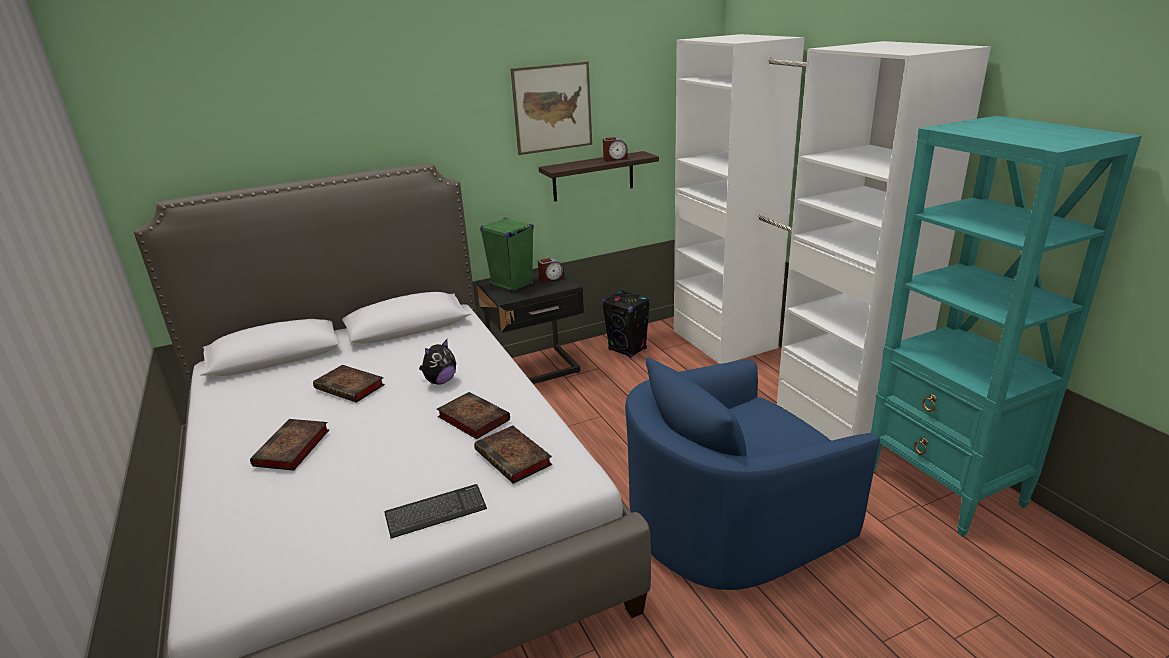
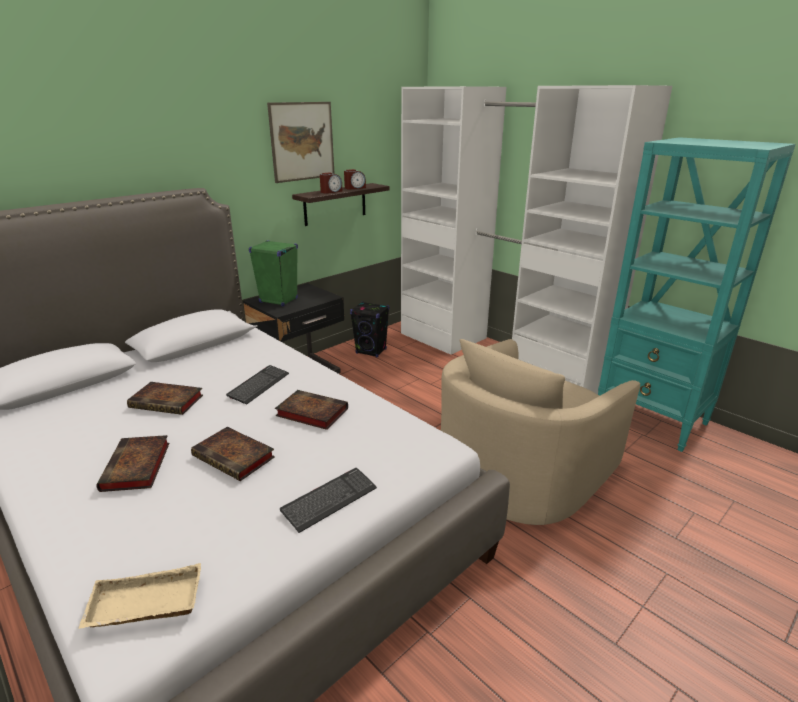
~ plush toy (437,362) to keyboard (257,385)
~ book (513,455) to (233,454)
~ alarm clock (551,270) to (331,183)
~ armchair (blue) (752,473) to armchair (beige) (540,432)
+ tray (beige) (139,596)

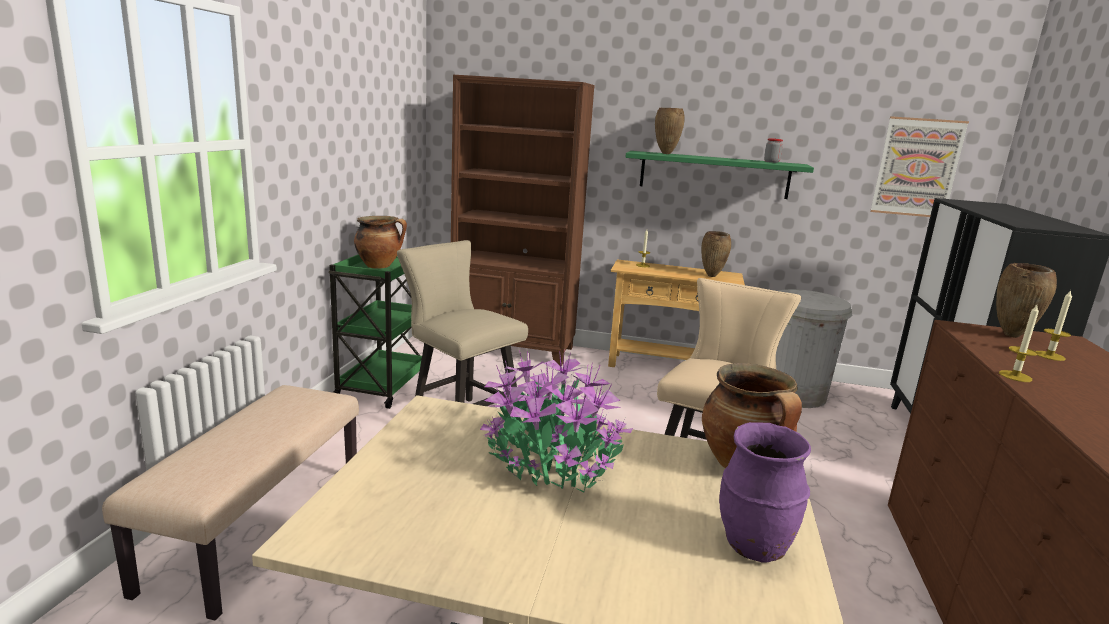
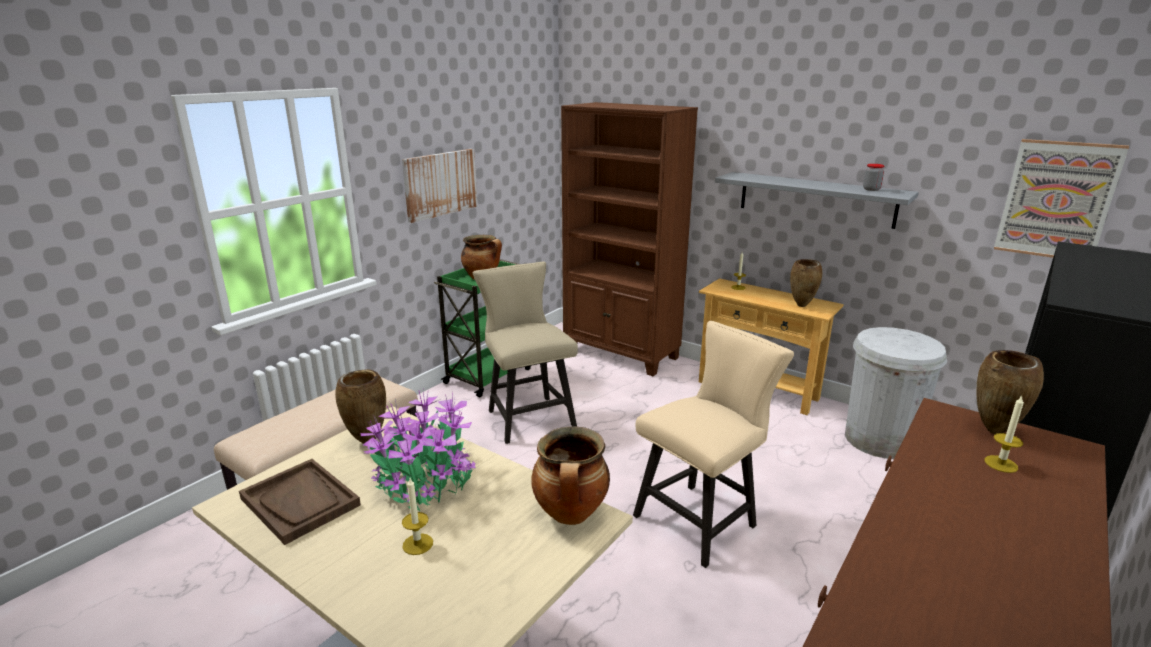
~ shelf (green) (719,175) to shelf (grey) (817,200)
~ vase (brown) (670,131) to (360,406)
- vase (purple) (765,492)
~ candle (1019,342) to (417,516)
+ tray (brown) (300,502)
+ picture (440,186)

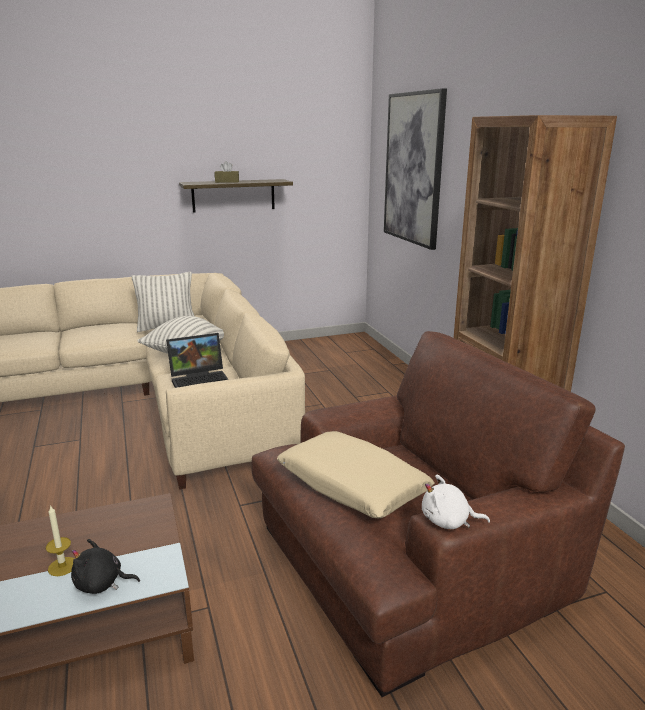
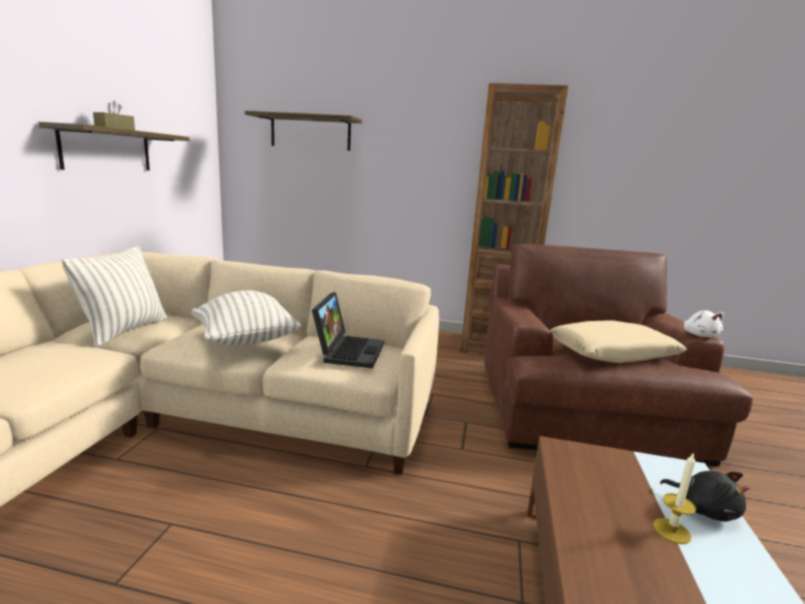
~ plush toy (black) (105,566) = (704,496) 75 degrees counterclockwise
~ picture (415,169) to shelf (303,131)
~ plush toy (white) (456,501) = (703,323) 45 degrees counterclockwise

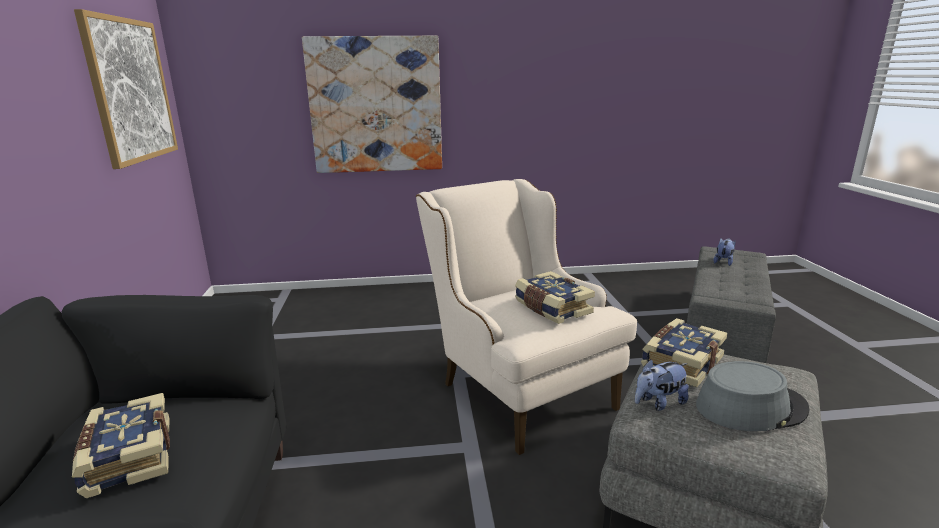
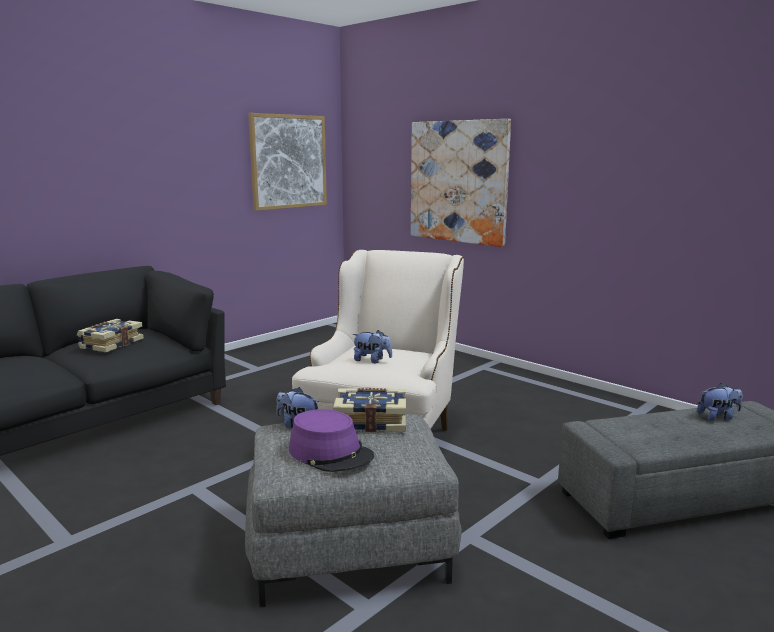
~ book (555,297) to plush toy (372,347)
~ hat (grey) (752,396) to hat (purple) (331,440)

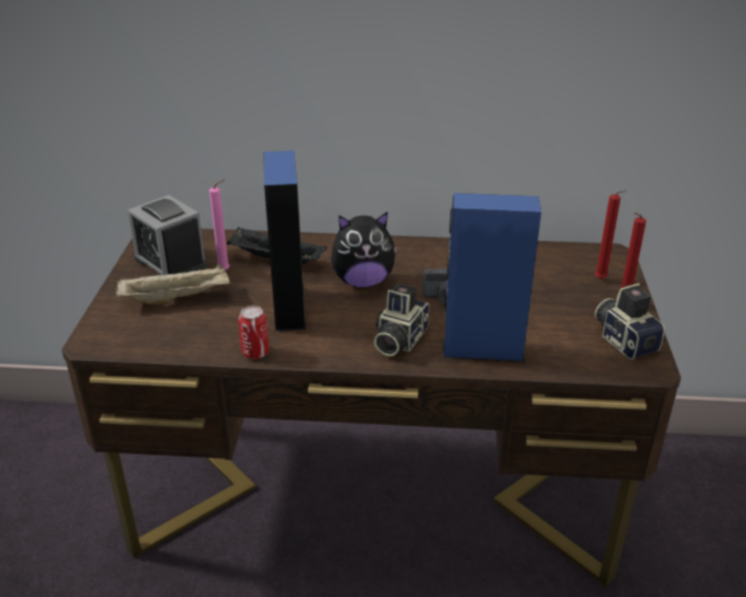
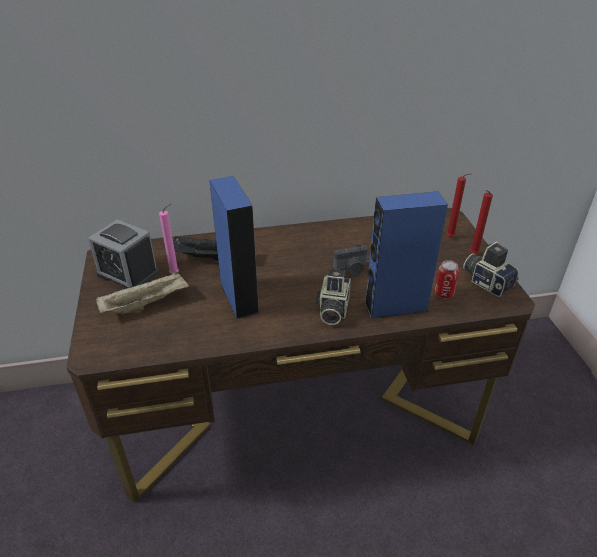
~ can (253,332) to (446,279)
- plush toy (364,250)

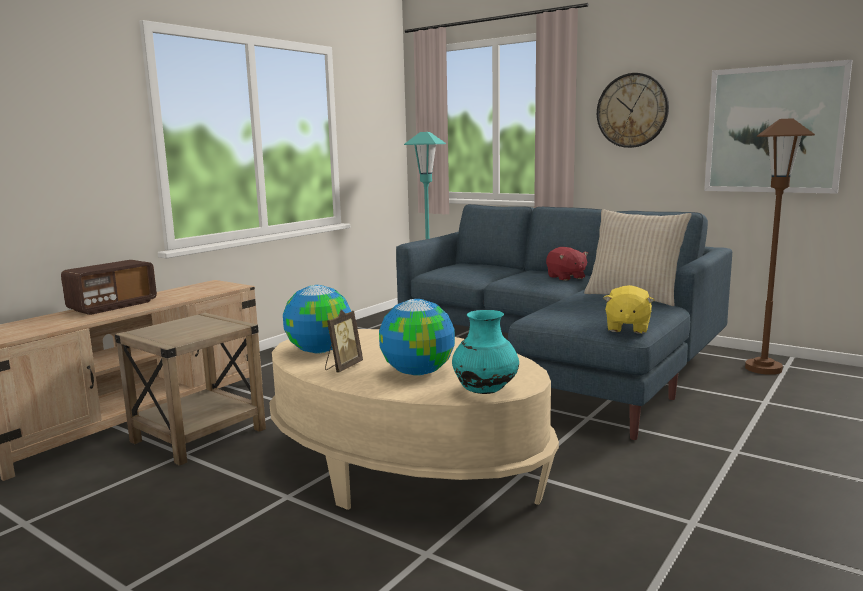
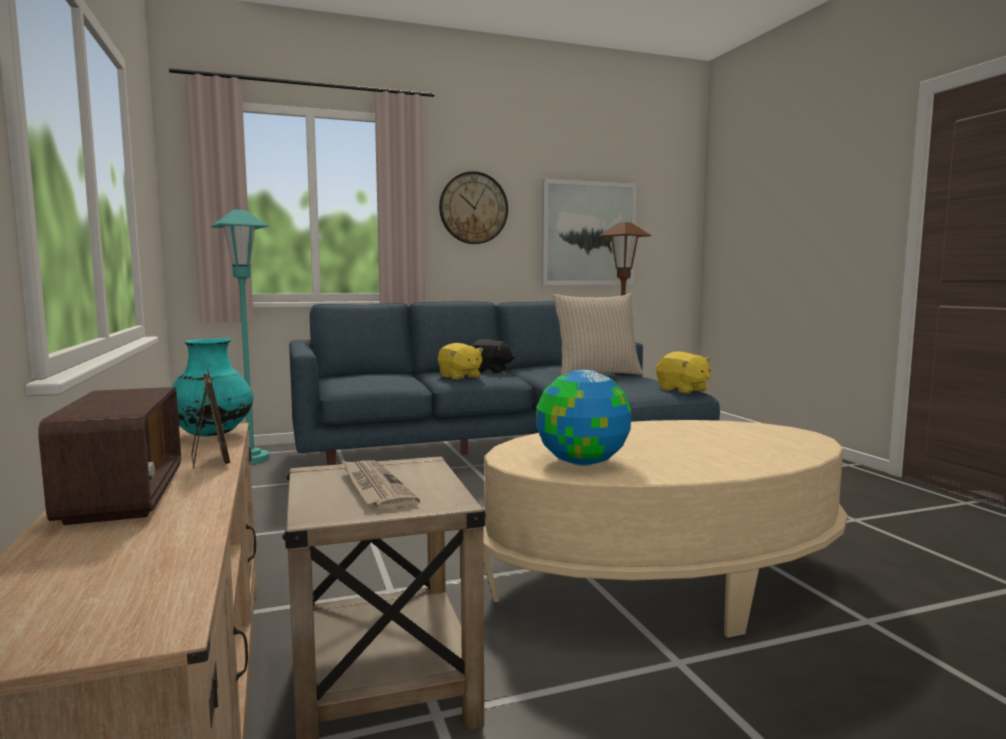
~ picture frame (344,341) to (211,419)
- globe (417,337)
~ vase (turquoise) (485,352) to (213,387)
~ plush toy (red) (567,264) to plush toy (black) (493,356)
+ newspaper (381,485)
+ plush toy (yellow) (461,361)

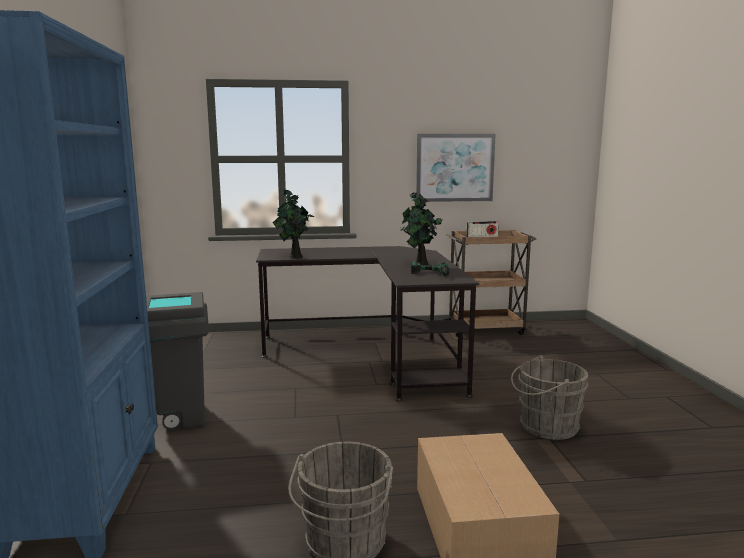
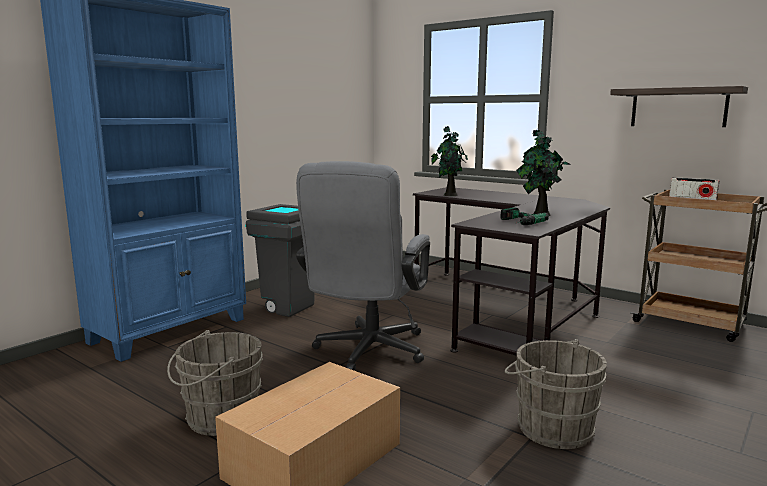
~ picture (456,168) to shelf (679,106)
+ office chair (grey) (363,266)

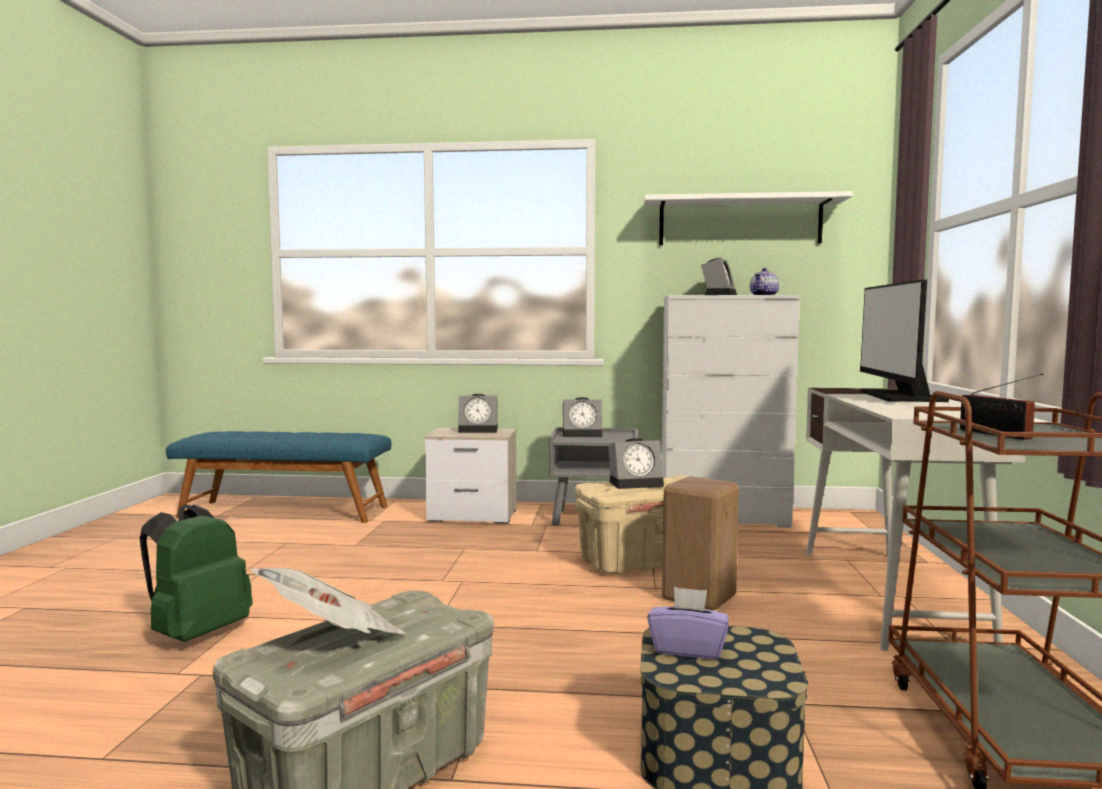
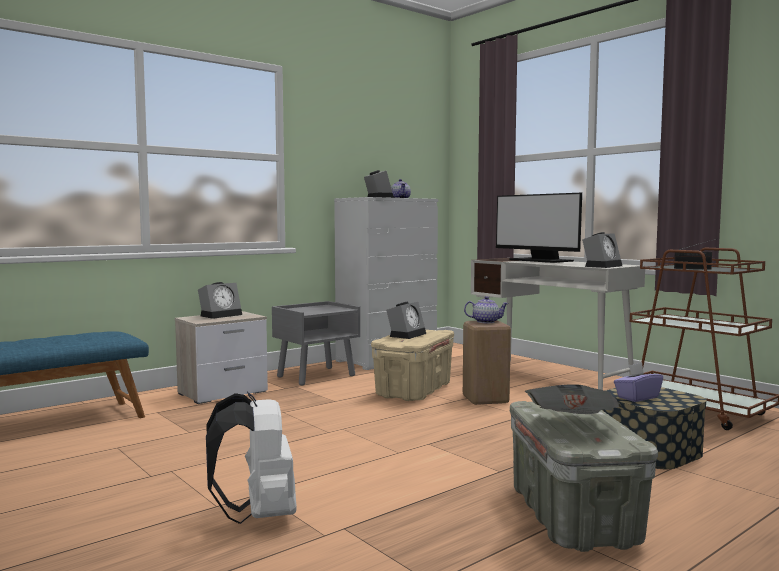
~ backpack (green) (196,573) to backpack (white) (251,458)
~ alarm clock (582,417) to (602,250)
- shelf (white) (748,218)
+ teapot (486,309)

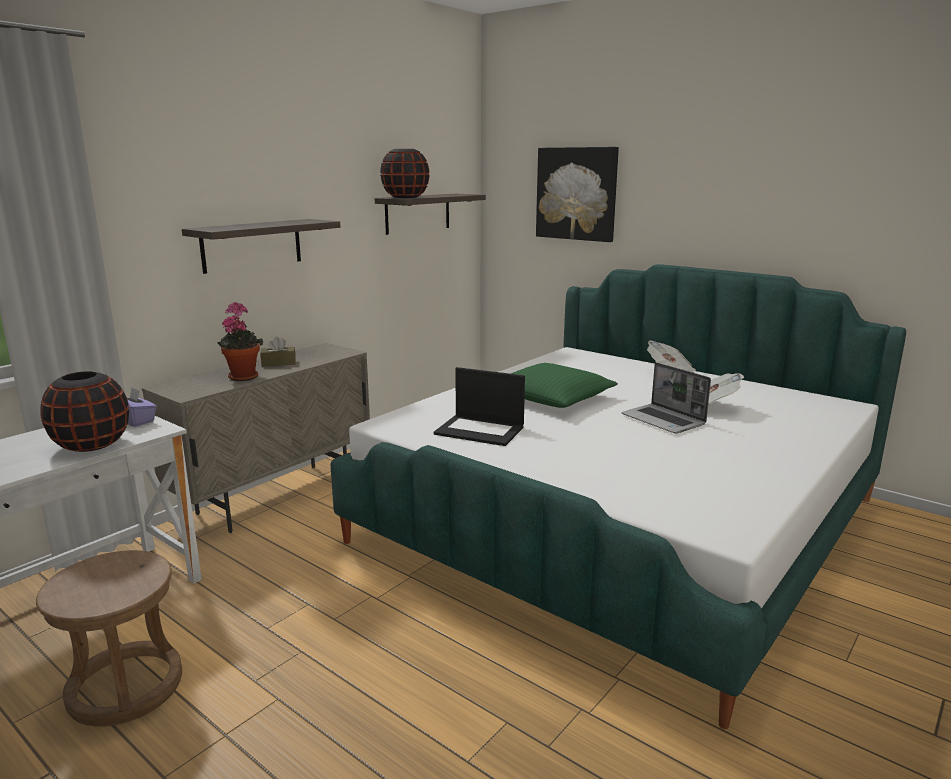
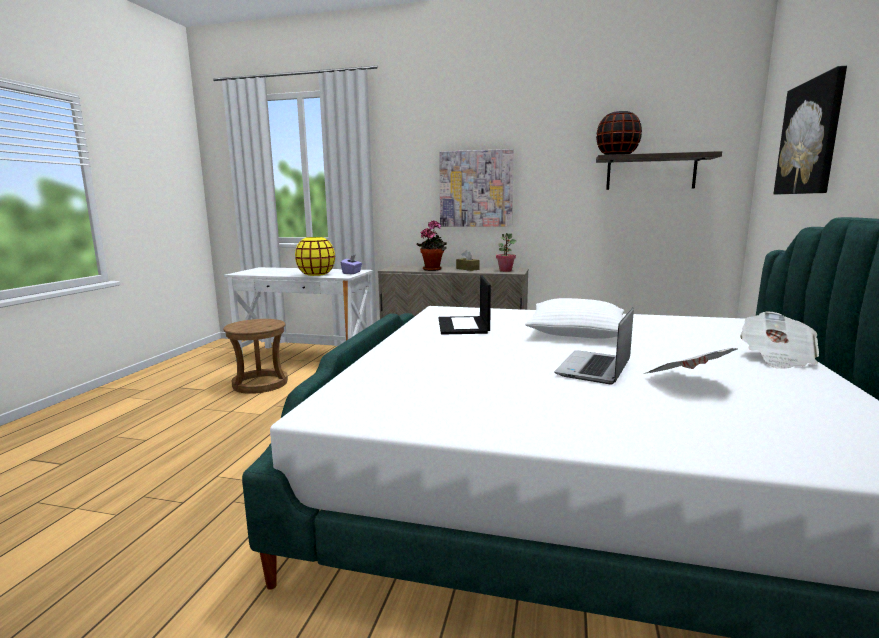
~ vase (black) (84,411) to vase (yellow) (315,256)
~ shelf (261,246) to picture (476,188)
~ pillow (green) (564,385) to pillow (white) (575,318)
+ potted plant (506,252)

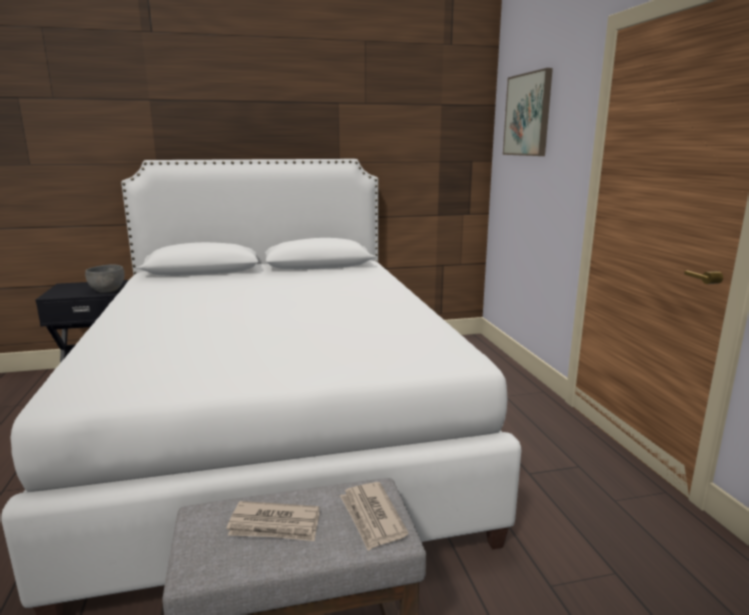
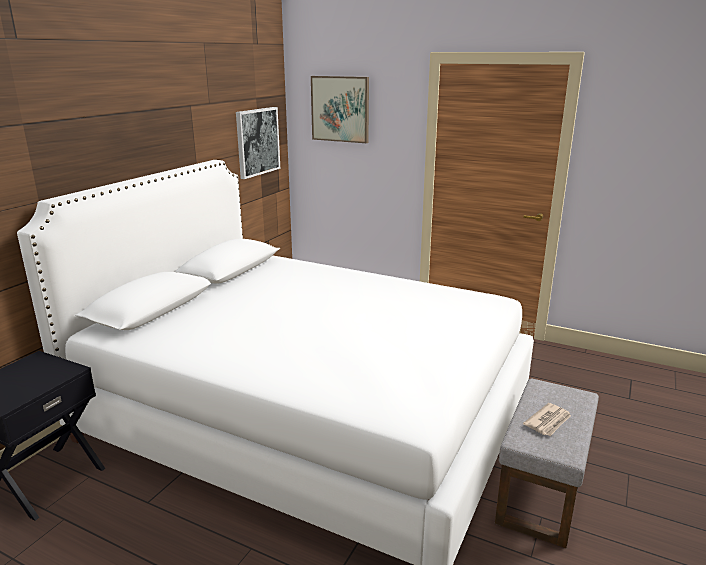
- bowl (grey) (104,278)
- newspaper (374,516)
+ picture (258,143)

